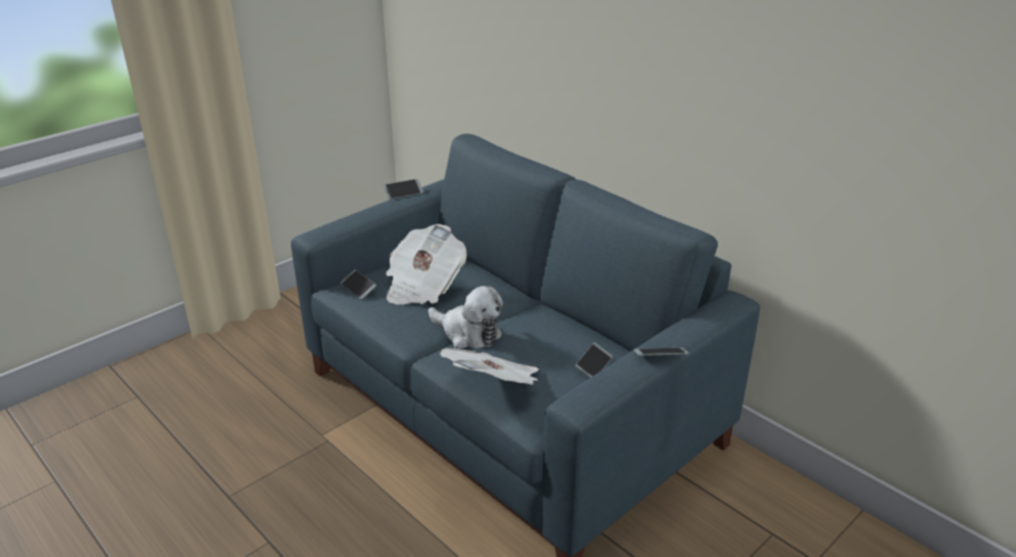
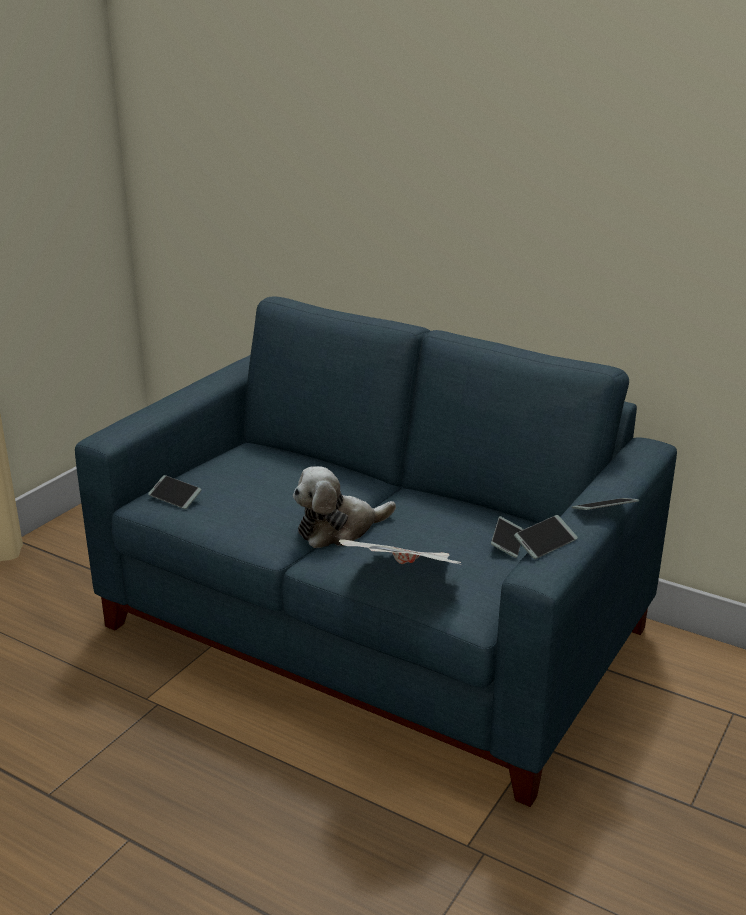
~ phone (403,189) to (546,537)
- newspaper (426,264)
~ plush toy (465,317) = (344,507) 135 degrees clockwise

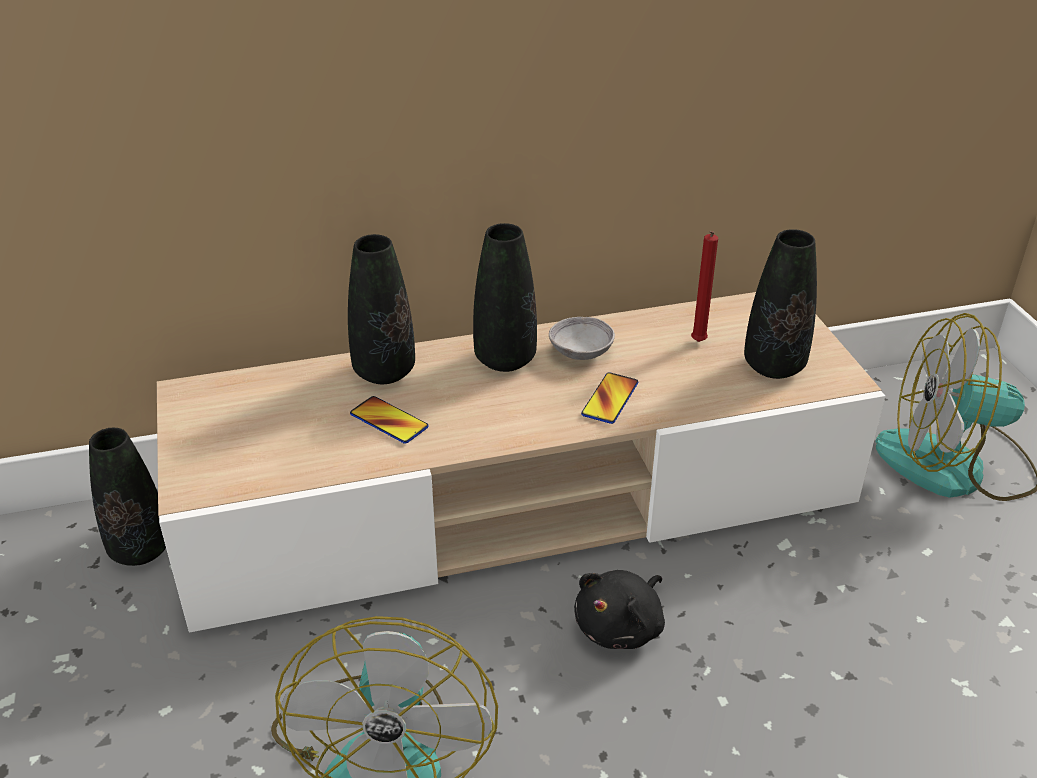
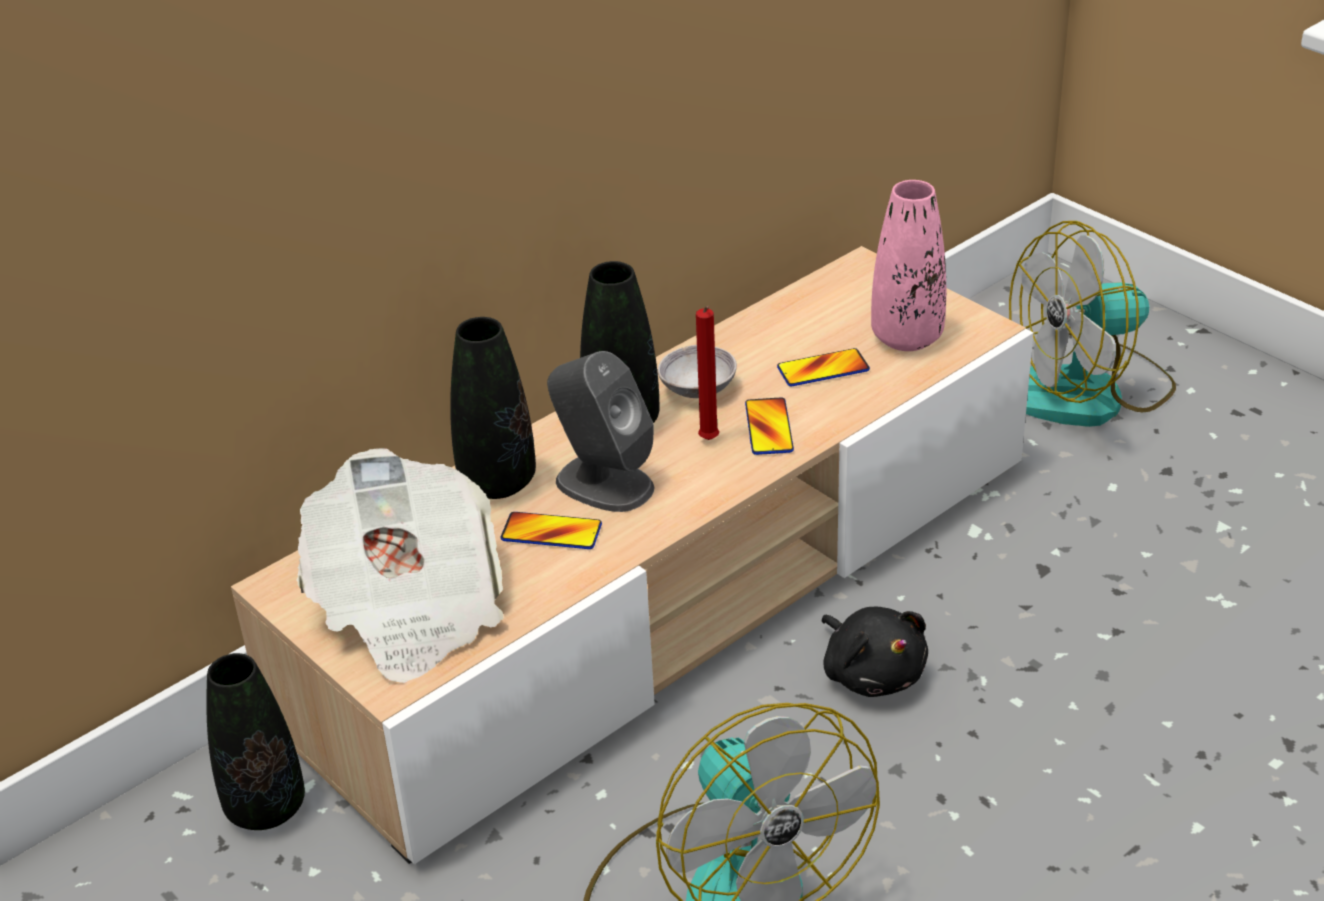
~ plush toy (black) (619,609) = (875,652) 45 degrees counterclockwise
~ candle (red) (704,286) to (707,373)
~ vase (black) (780,304) to vase (pink) (908,265)
+ newspaper (400,565)
+ speaker (grey) (601,431)
+ phone (823,367)

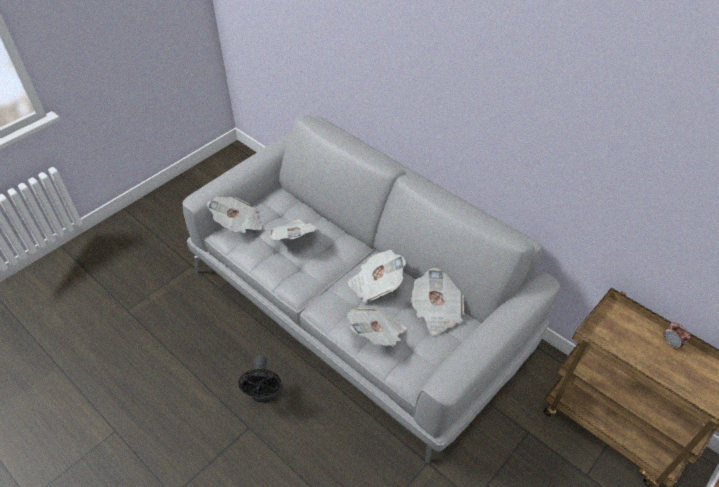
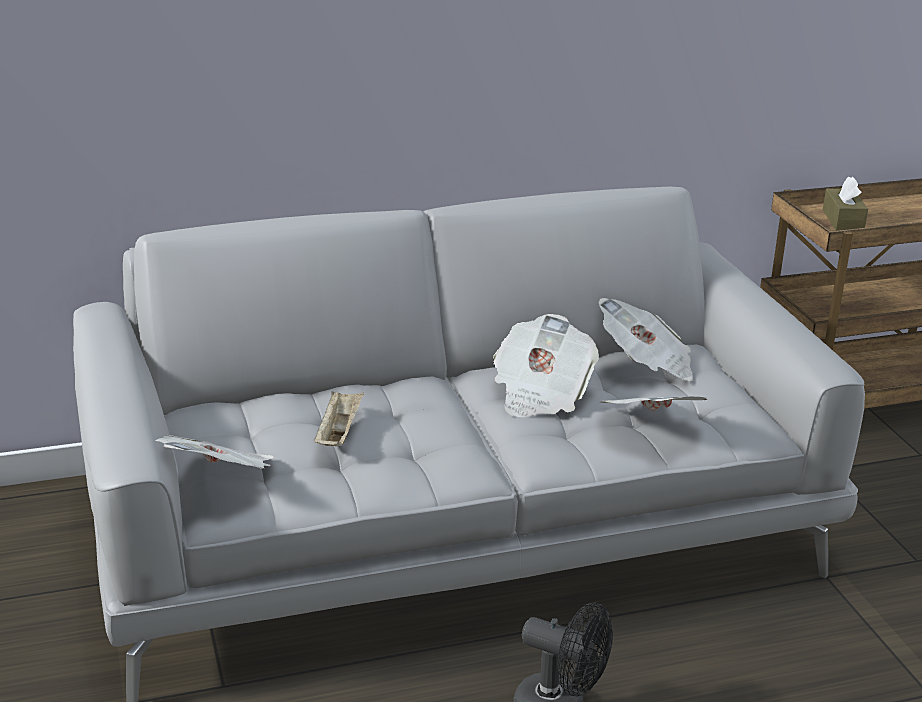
~ newspaper (293,229) to tray (beige) (339,418)
- alarm clock (677,336)
+ tissue box (brown) (845,203)

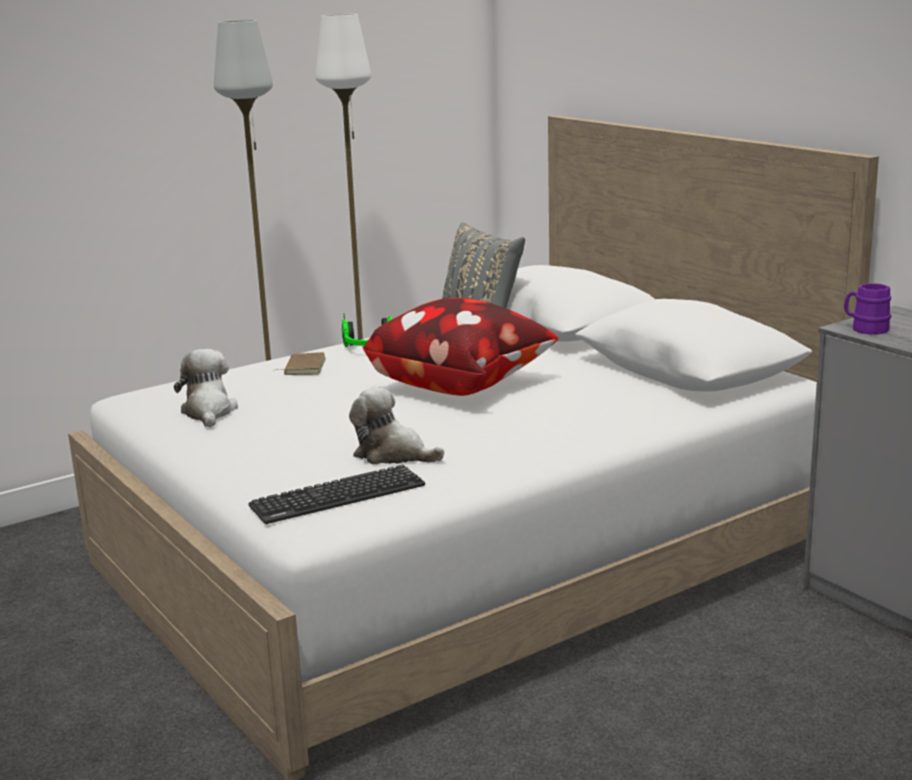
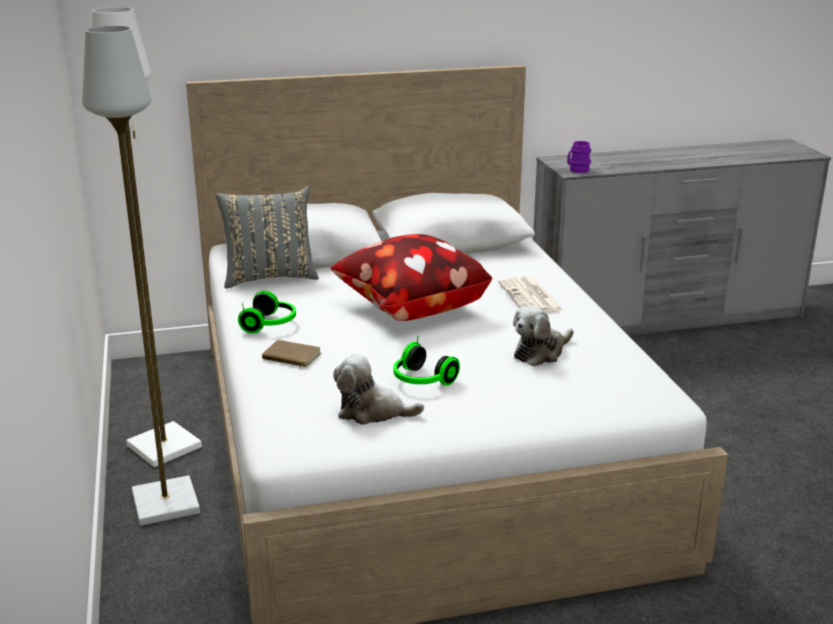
- keyboard (336,494)
+ headphones (426,361)
+ newspaper (531,294)

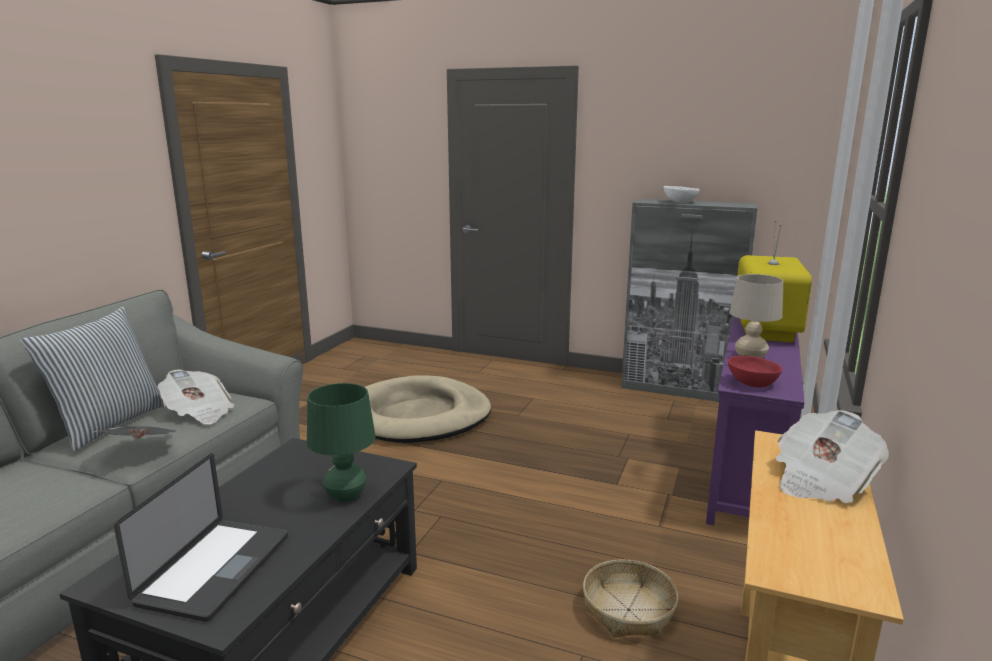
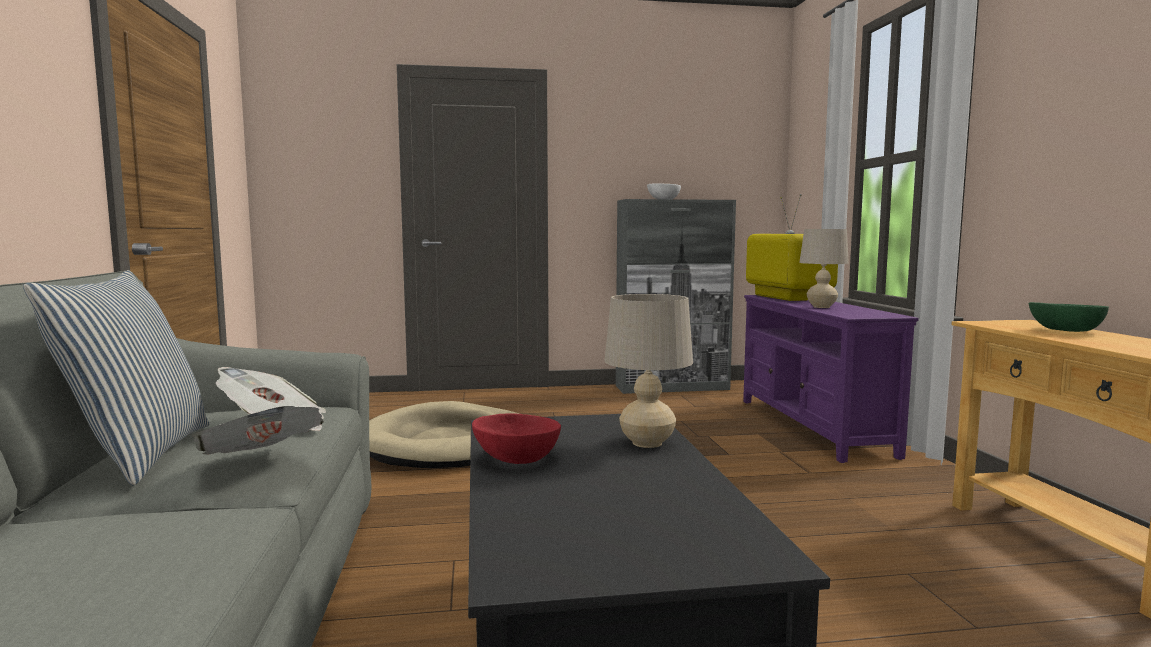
- laptop (201,537)
~ table lamp (green) (341,442) to table lamp (beige) (648,371)
- basket (631,598)
~ bowl (red) (755,371) to (516,438)
~ newspaper (832,456) to bowl (green) (1069,317)

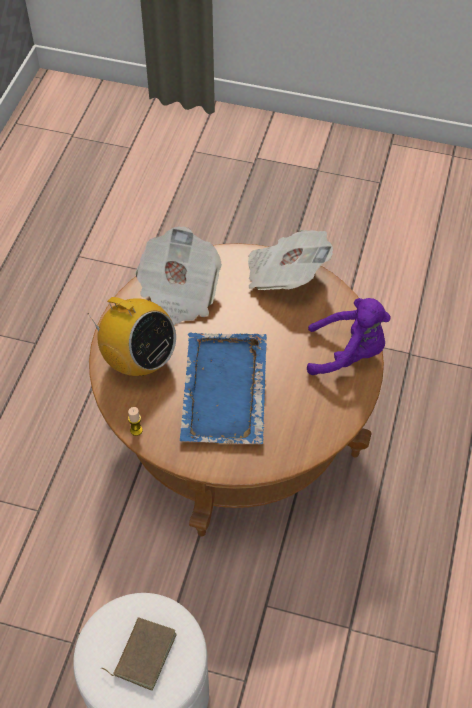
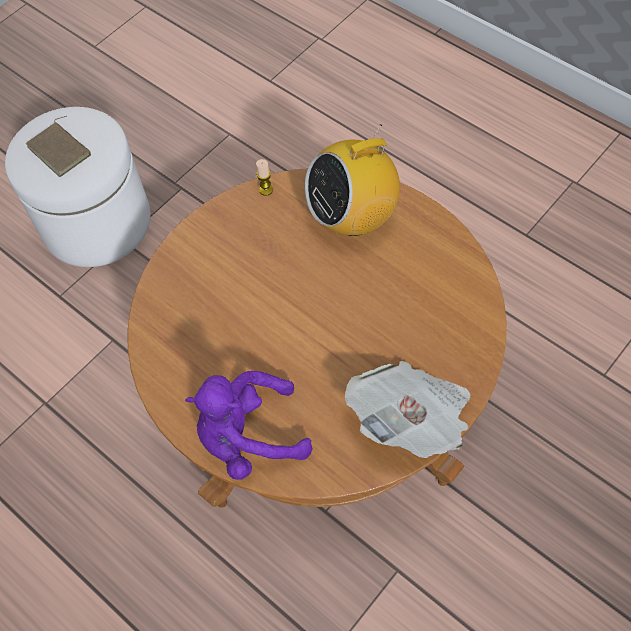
- newspaper (179,275)
- tray (blue) (223,388)
~ plush toy (purple) (349,336) = (249,425) 45 degrees clockwise

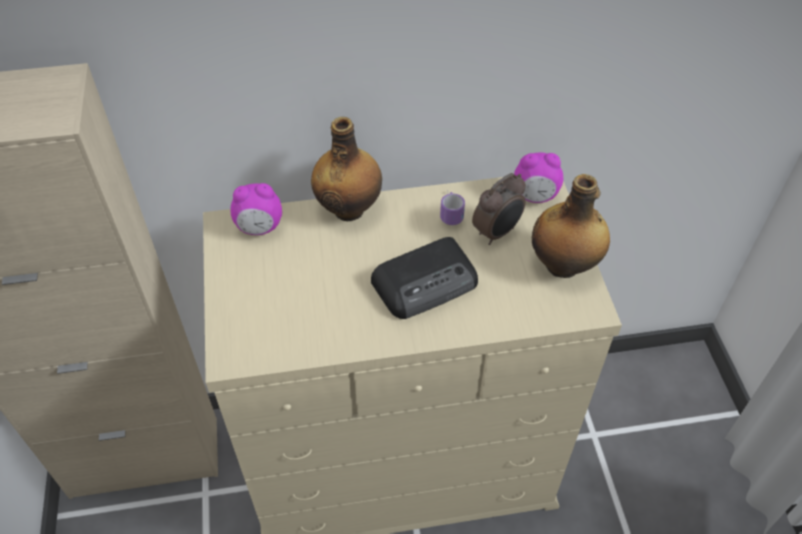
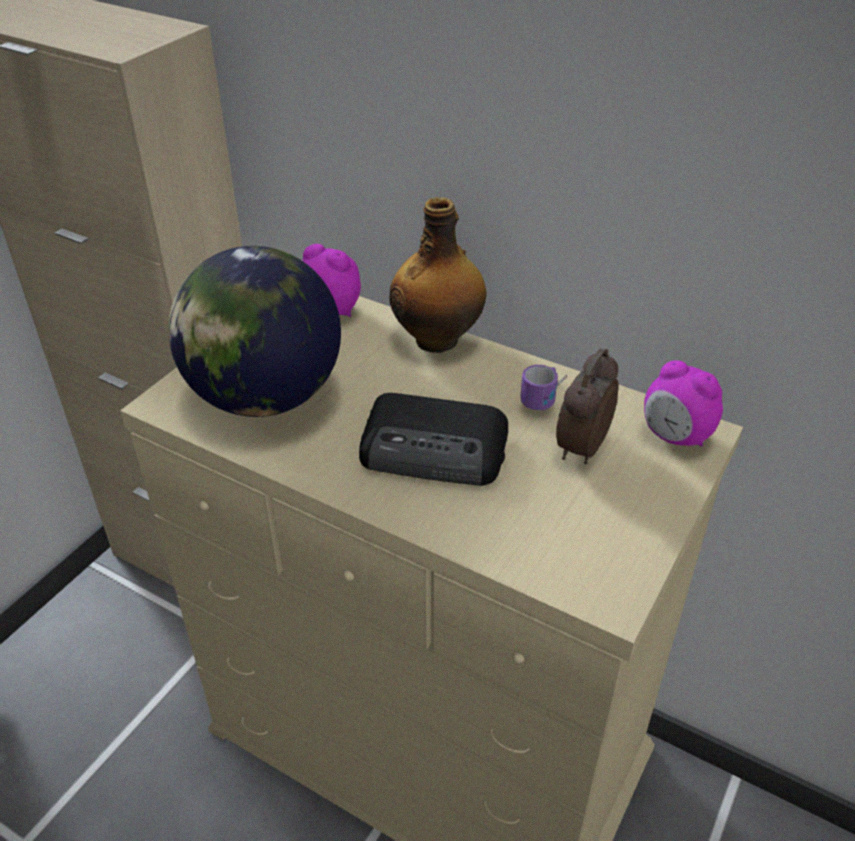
~ alarm clock (499,209) = (587,407) 120 degrees clockwise
- bottle (570,226)
+ globe (254,331)

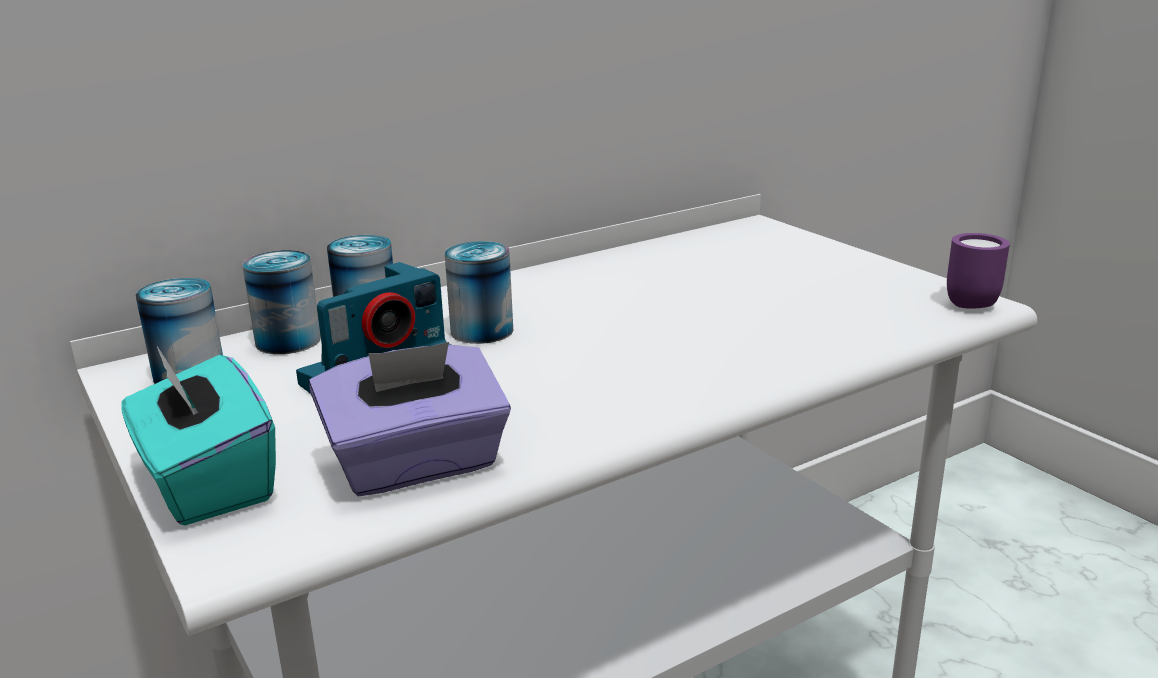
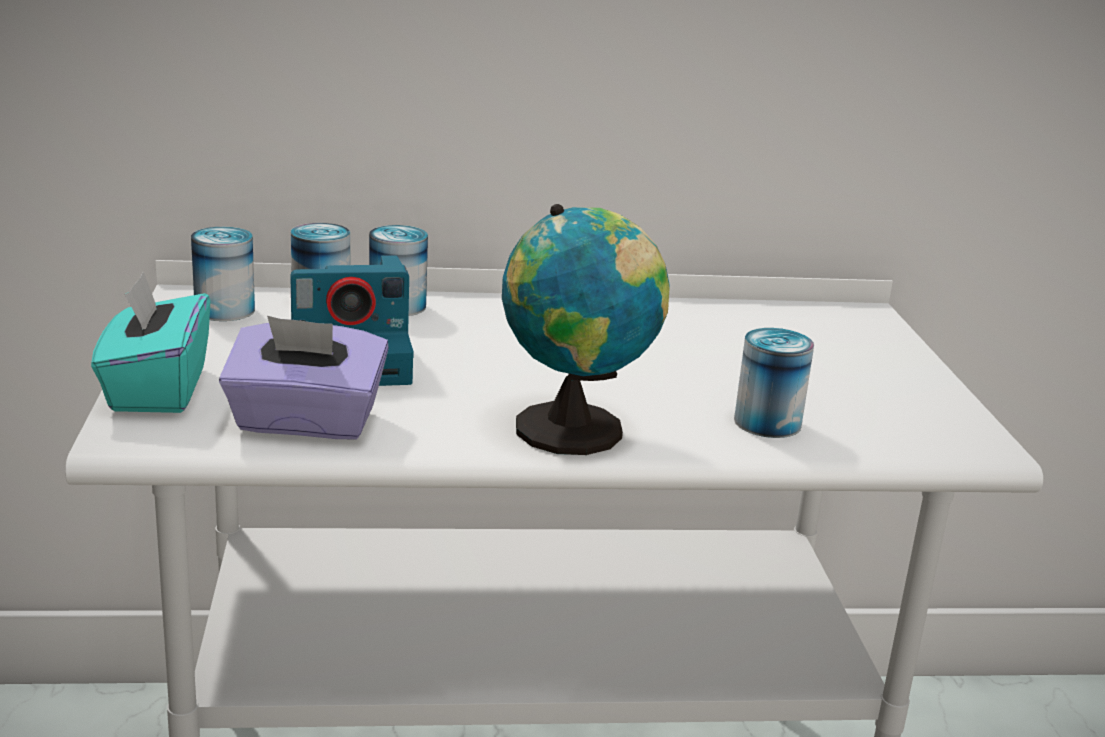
~ can (479,292) to (774,383)
- mug (purple) (978,270)
+ globe (586,329)

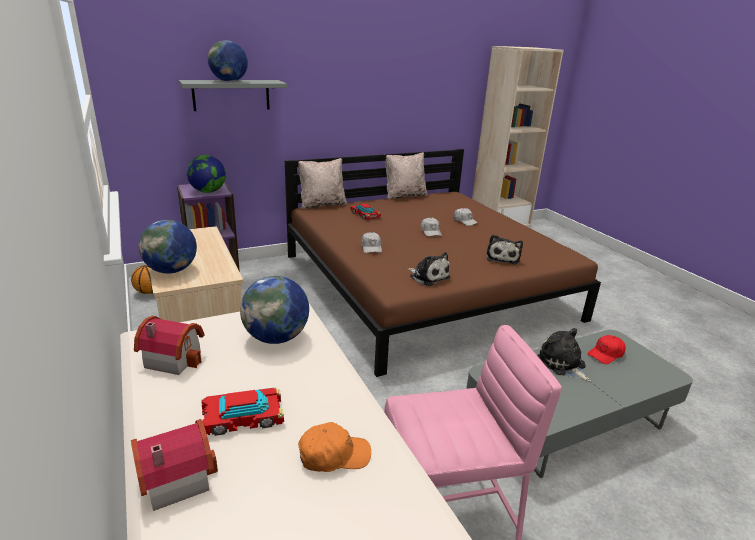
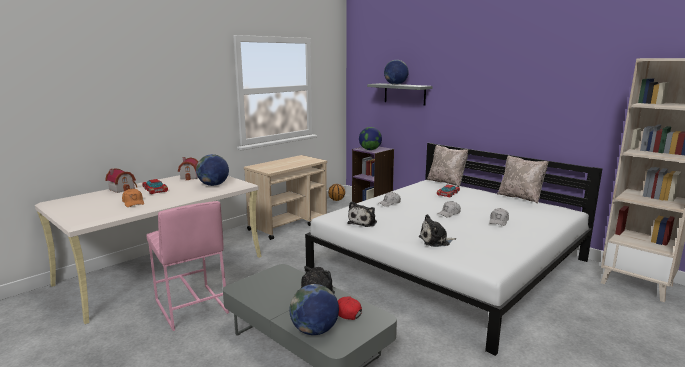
~ globe (168,247) to (314,309)
~ bed (brown) (443,263) to bed (white) (454,249)

